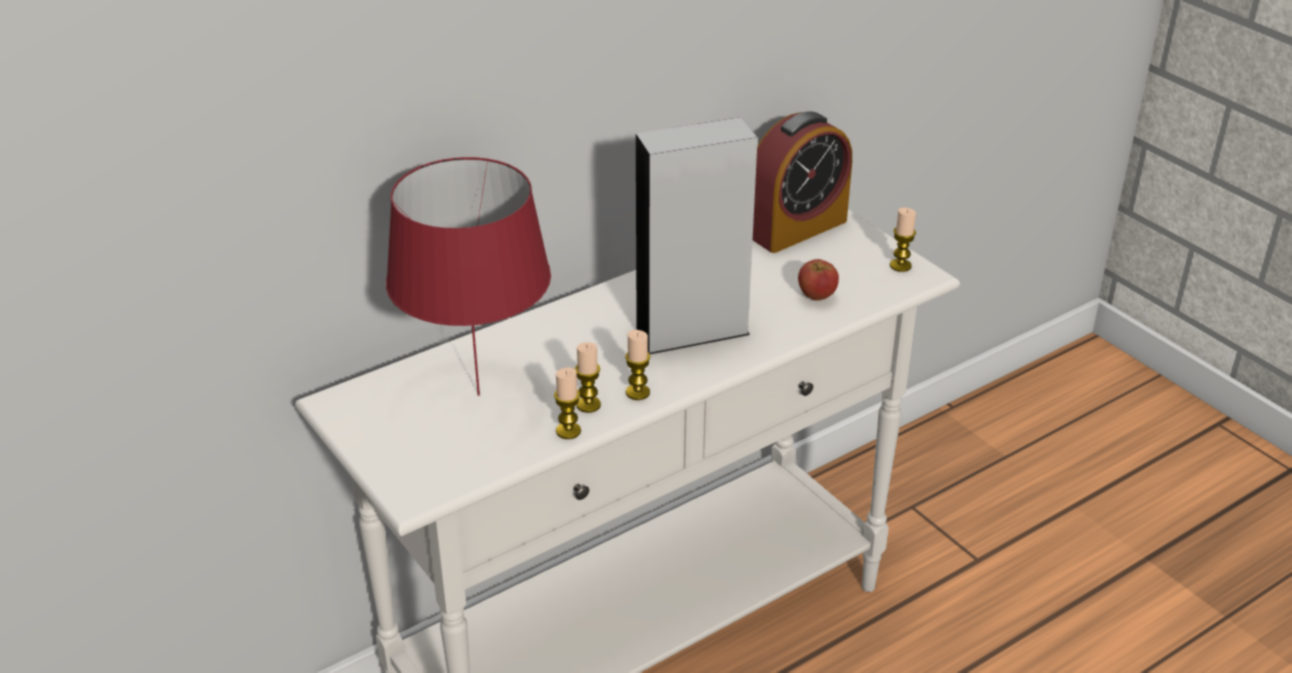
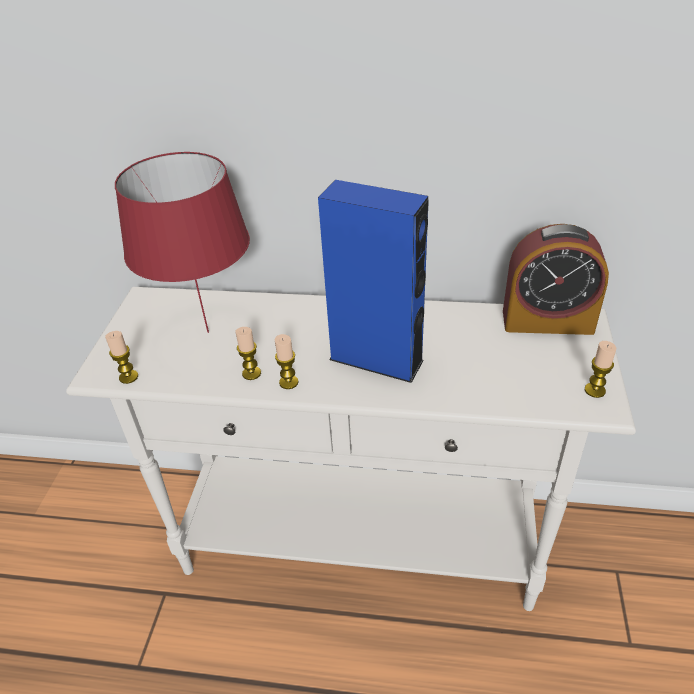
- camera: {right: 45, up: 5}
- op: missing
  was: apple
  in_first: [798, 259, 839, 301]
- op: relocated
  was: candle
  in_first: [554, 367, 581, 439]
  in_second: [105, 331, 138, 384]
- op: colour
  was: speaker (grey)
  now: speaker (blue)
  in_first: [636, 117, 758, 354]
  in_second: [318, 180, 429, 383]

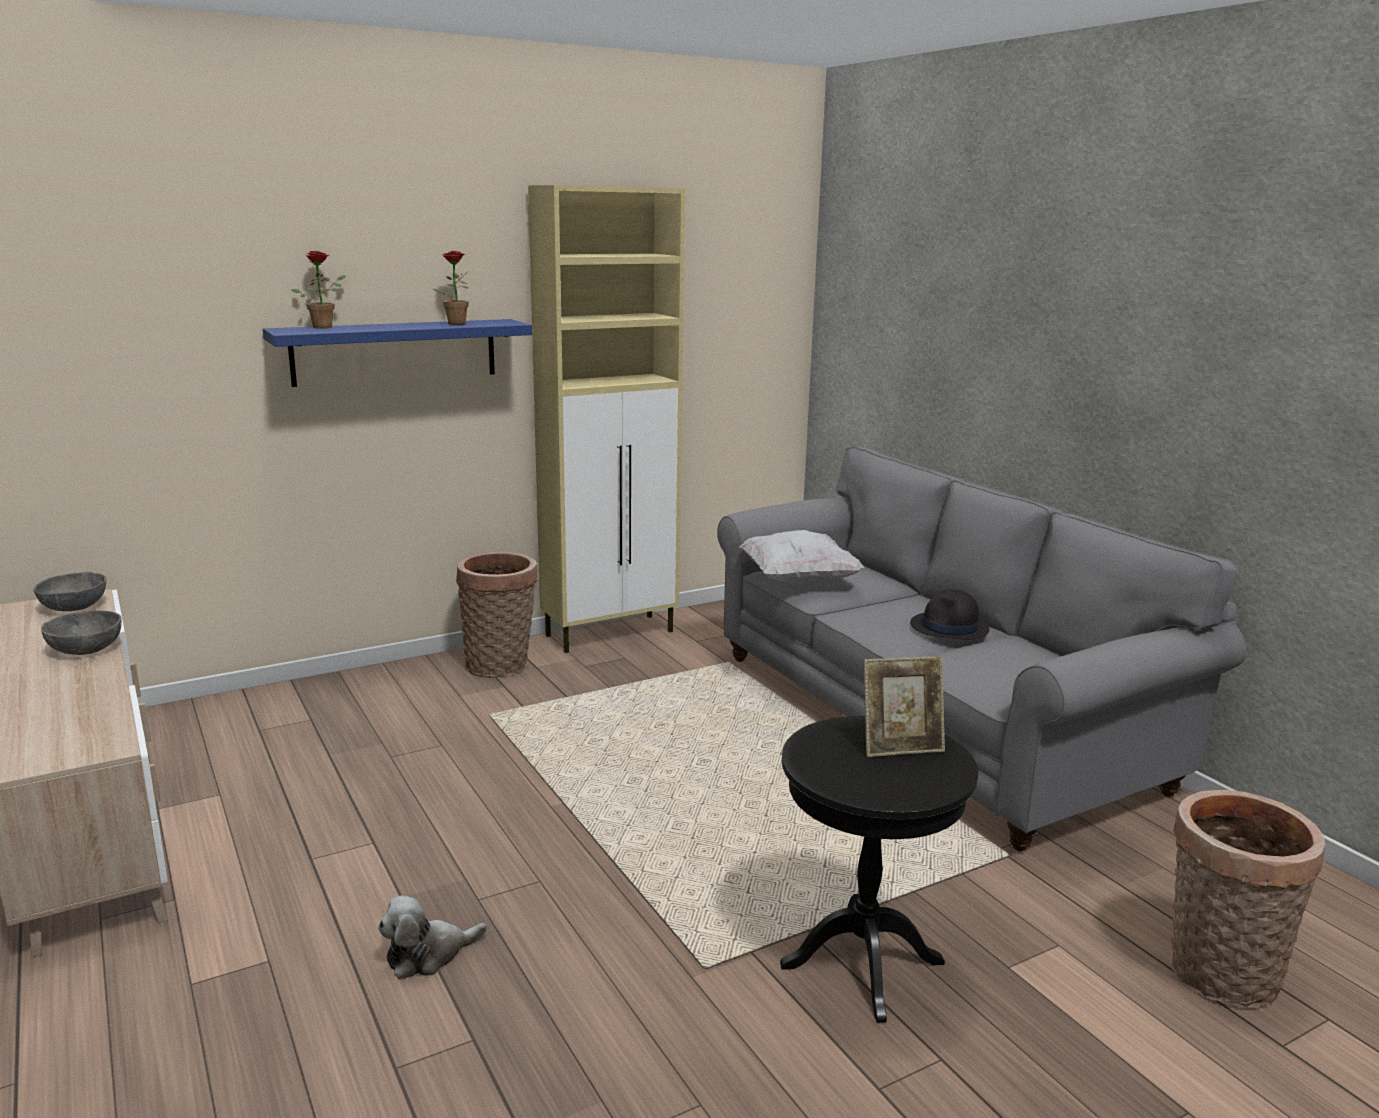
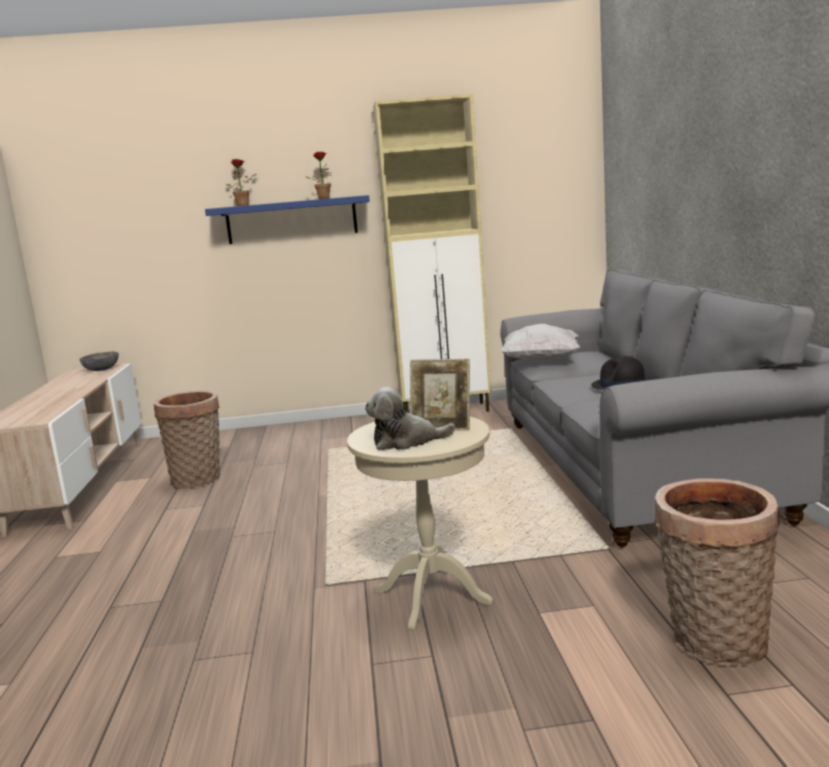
- camera: {right: 25, up: -5}
- op: missing
  was: bowl (grey)
  in_first: [41, 610, 122, 655]
- op: relocated
  was: plush toy
  in_first: [378, 896, 487, 979]
  in_second: [365, 387, 455, 450]
- op: relocated
  was: basket
  in_first: [456, 552, 538, 678]
  in_second: [154, 391, 221, 489]
- op: colour
  was: side table (black)
  now: side table (beige)
  in_first: [780, 716, 979, 1023]
  in_second: [347, 417, 493, 630]

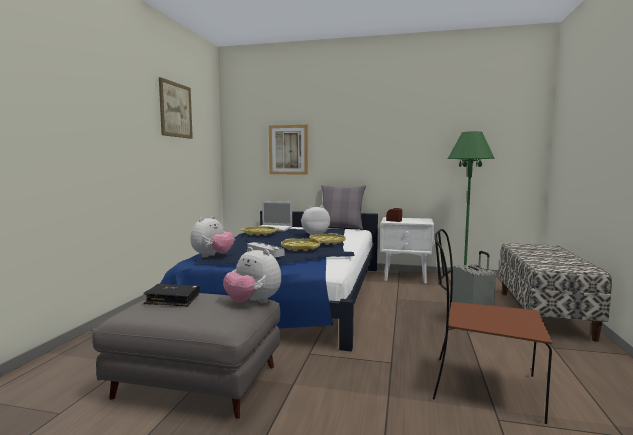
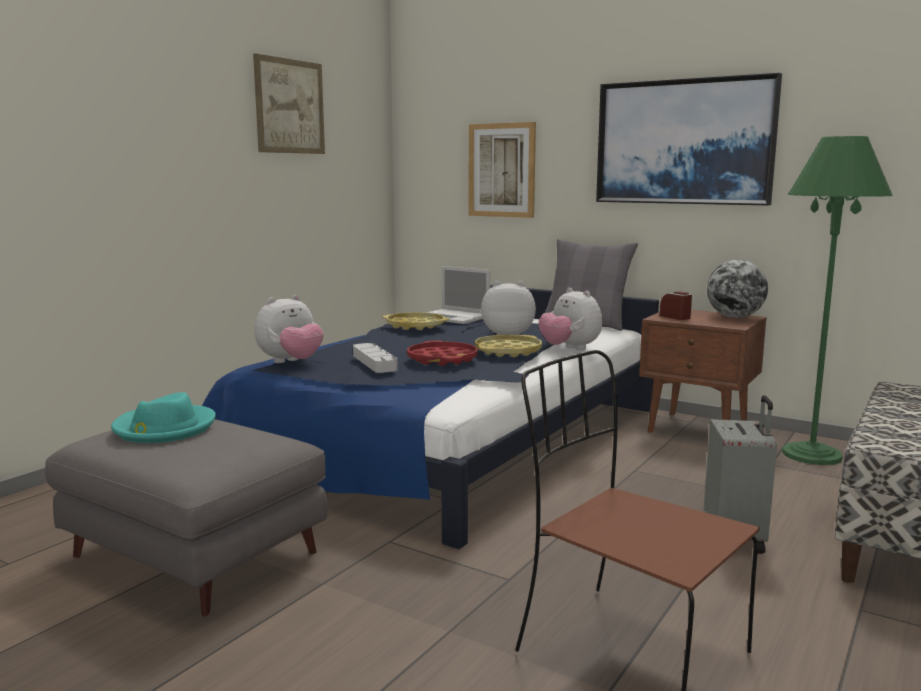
- camera: {right: 20, up: 5}
- op: appeared
  now: picture
  in_second: [596, 73, 782, 205]
- op: appeared
  now: globe
  in_second: [707, 260, 768, 318]
- op: relocated
  was: plush toy
  in_first: [223, 247, 281, 303]
  in_second: [539, 288, 602, 350]
- op: exchanged
  was: book (black)
  now: hat (turquoise)
  in_first: [143, 284, 200, 307]
  in_second: [111, 392, 216, 443]
- op: colour
  was: tray (yellow)
  now: tray (red)
  in_first: [281, 239, 321, 251]
  in_second: [407, 340, 478, 366]
- op: colour
  was: nightstand (white)
  now: nightstand (brown)
  in_first: [380, 217, 434, 283]
  in_second: [639, 310, 767, 433]

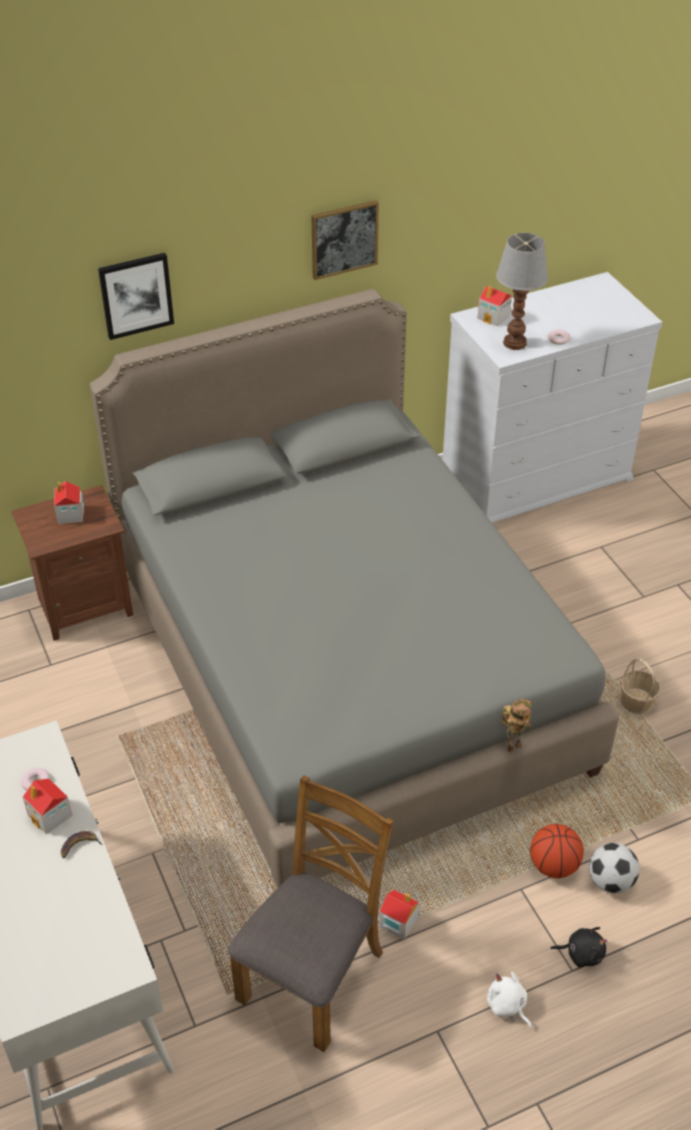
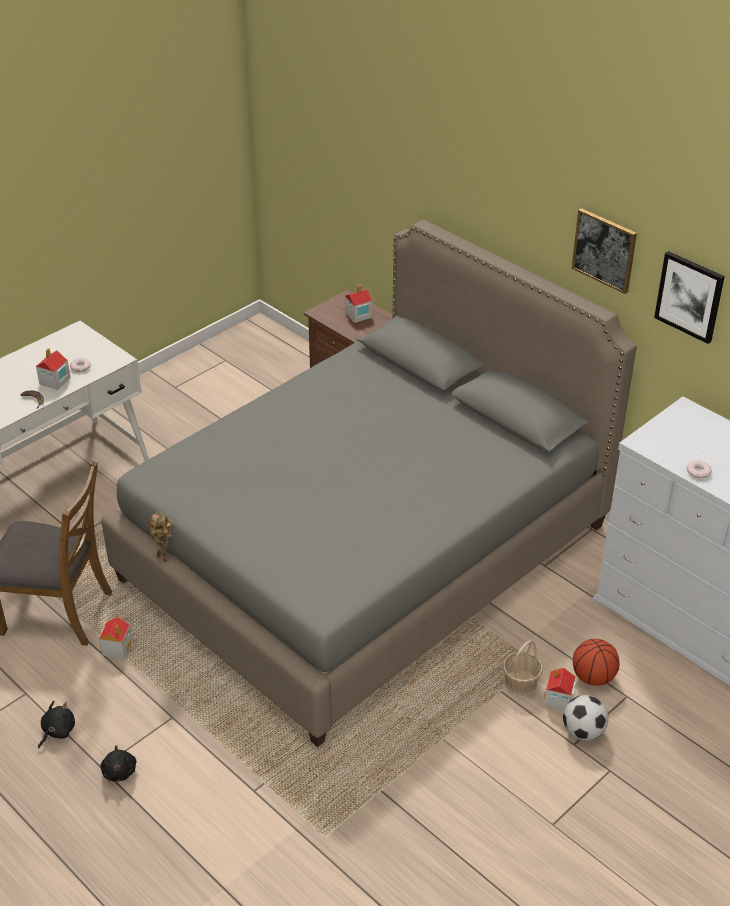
- camera: {right: 70, up: -5}
- op: missing
  was: table lamp
  in_first: [496, 233, 548, 350]
- op: relocated
  was: picture
  in_first: [98, 253, 174, 340]
  in_second: [654, 251, 725, 344]
- op: relocated
  was: toy house
  in_first: [478, 286, 512, 327]
  in_second: [544, 667, 576, 710]
- op: relocated
  was: toy robot
  in_first: [502, 699, 533, 753]
  in_second: [147, 512, 173, 562]
- op: relocated
  was: basketball
  in_first: [530, 824, 584, 878]
  in_second: [573, 639, 619, 686]
- op: relocated
  was: football
  in_first: [589, 843, 639, 894]
  in_second: [563, 695, 608, 741]
- op: relocated
  was: basket
  in_first: [620, 658, 661, 714]
  in_second: [503, 640, 543, 696]
- op: colour
  was: plush toy (white)
  now: plush toy (black)
  in_first: [487, 972, 531, 1029]
  in_second: [38, 701, 75, 749]

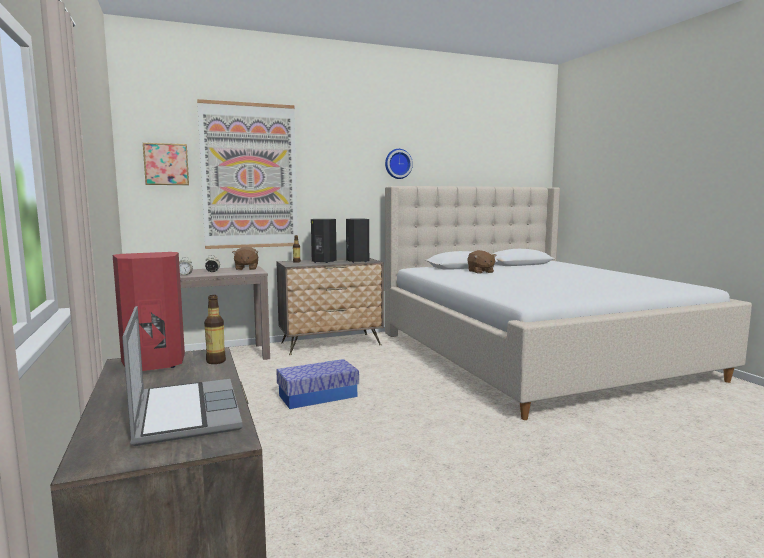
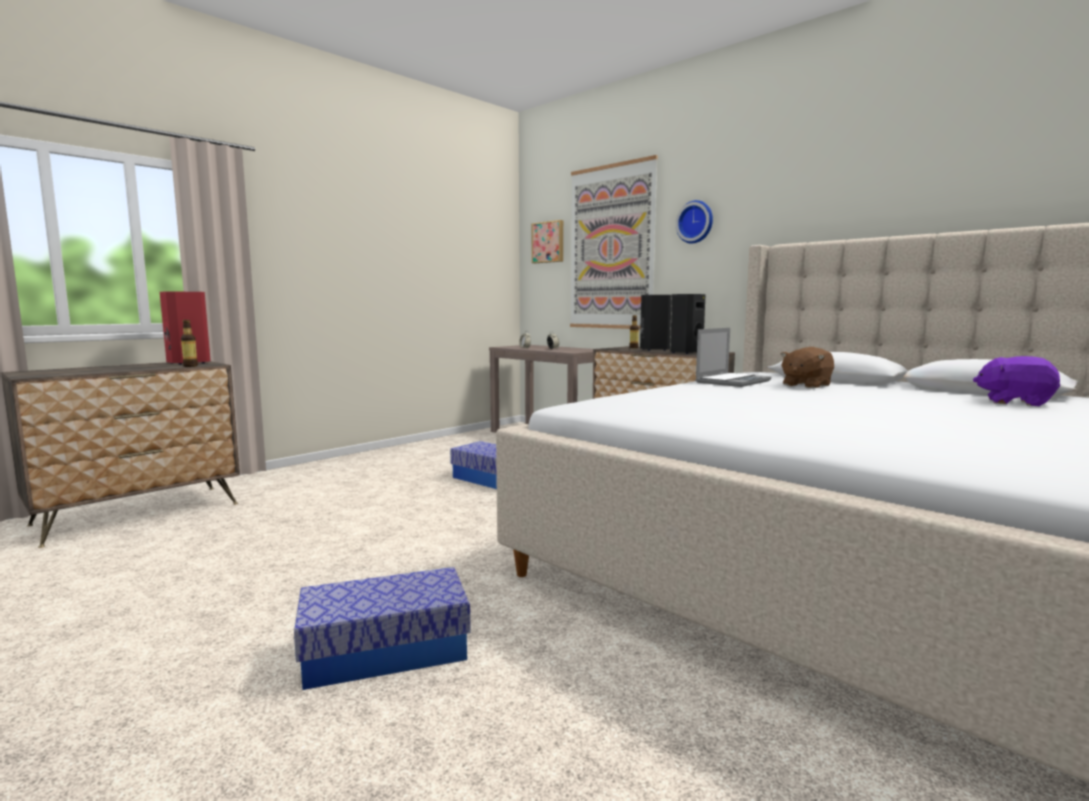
- camera: {right: 65, up: 0}
- op: missing
  was: plush toy (brown)
  in_first: [232, 247, 258, 270]
- op: appeared
  now: storage box
  in_second: [294, 567, 471, 690]
- op: appeared
  now: plush toy (purple)
  in_second: [973, 356, 1060, 406]
- op: relocated
  was: laptop
  in_first: [122, 306, 243, 446]
  in_second: [695, 328, 771, 387]
- op: relocated
  was: wall clock
  in_first: [385, 149, 413, 179]
  in_second: [675, 200, 713, 244]

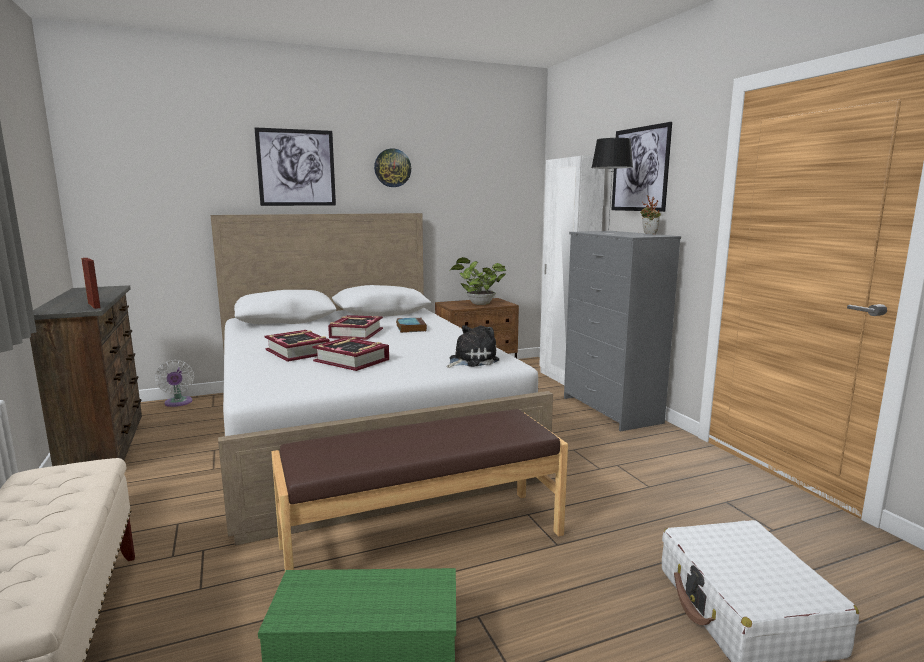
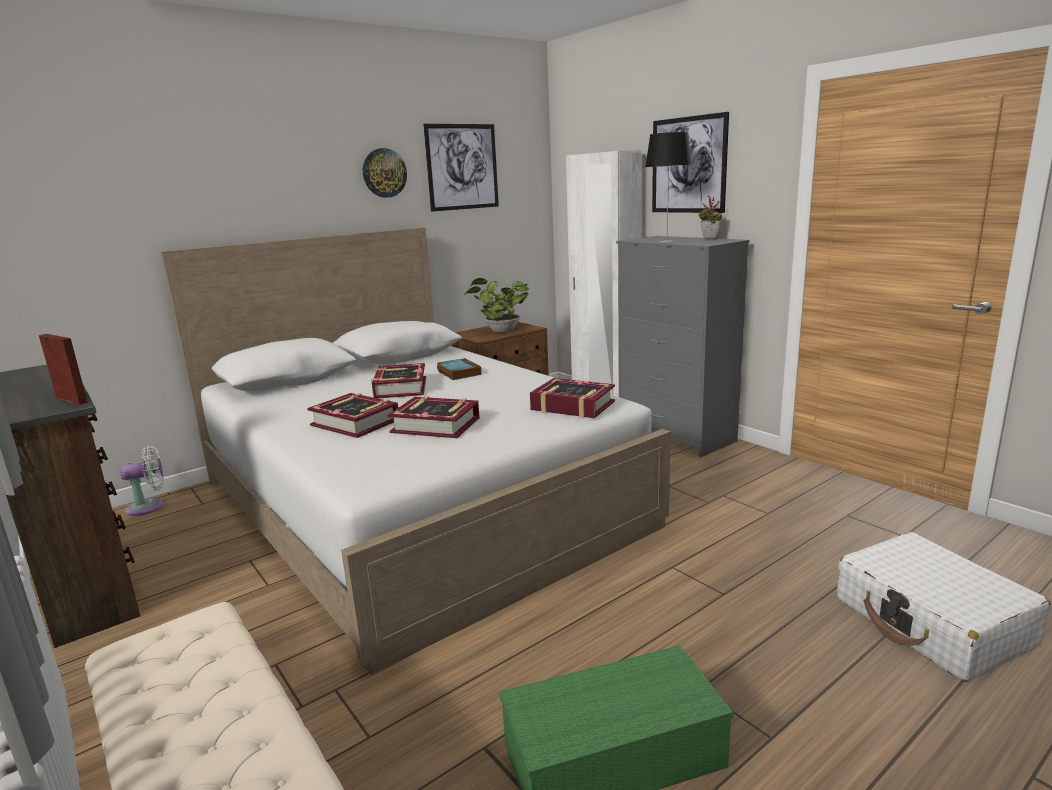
- camera: {right: -15, up: 5}
- op: missing
  was: bench (brown)
  in_first: [271, 409, 568, 571]
- op: relocated
  was: picture
  in_first: [254, 127, 336, 206]
  in_second: [423, 124, 499, 212]
- op: exchanged
  was: plush toy
  now: book
  in_first: [446, 325, 499, 368]
  in_second: [530, 378, 615, 418]
- op: spun
  was: fan (white)
  in_first: [155, 360, 194, 407]
  in_second: [120, 446, 164, 516]
  clockwise: -75

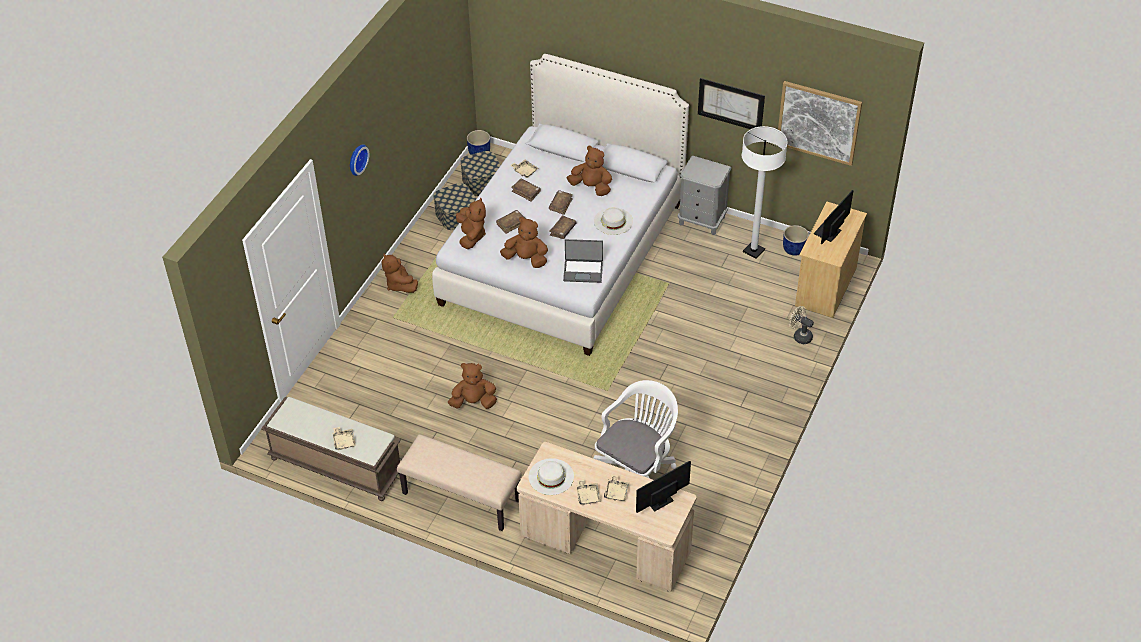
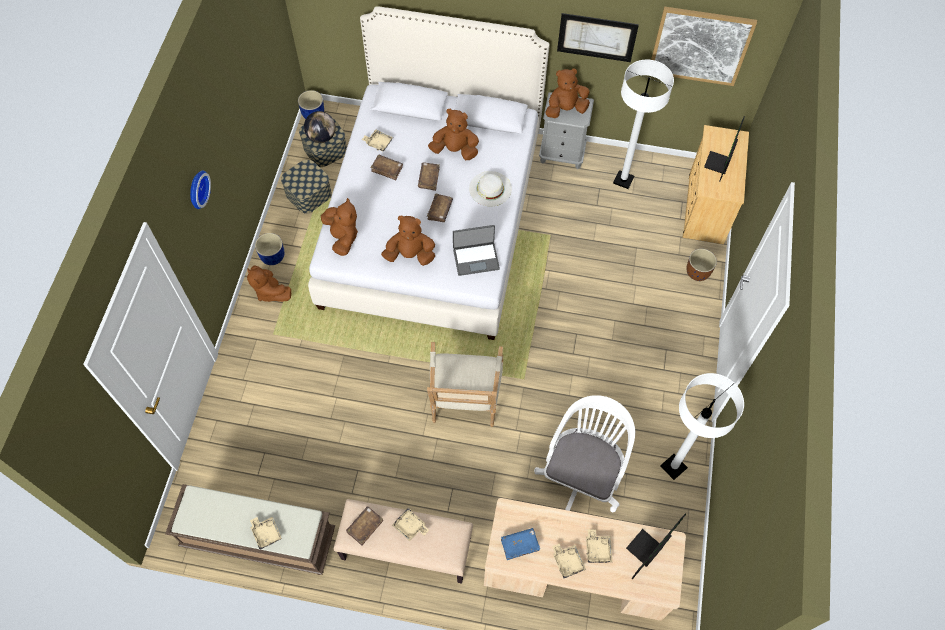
- camera: {right: -15, up: 15}
- op: appeared
  now: globe
  in_second: [304, 111, 336, 143]
- op: appeared
  now: tray (beige)
  in_second: [392, 508, 429, 541]
- op: appeared
  now: armchair
  in_second: [427, 342, 503, 427]
- op: appeared
  now: floor lamp (white)
  in_second: [660, 373, 744, 480]
- op: relocated
  was: plush toy (brown)
  in_first: [448, 363, 497, 409]
  in_second: [545, 68, 590, 118]
- op: relocated
  was: book (brown)
  in_first: [496, 210, 526, 234]
  in_second: [346, 506, 383, 545]
- op: relocated
  was: planter (blue)
  in_first: [783, 225, 809, 256]
  in_second: [255, 233, 284, 265]
- op: exchanged
  was: hat (white)
  now: book (blue)
  in_first: [529, 458, 574, 495]
  in_second: [501, 528, 540, 560]
- op: exchanged
  was: fan (beige)
  now: planter (brown)
  in_first: [789, 306, 814, 344]
  in_second: [686, 249, 717, 281]

